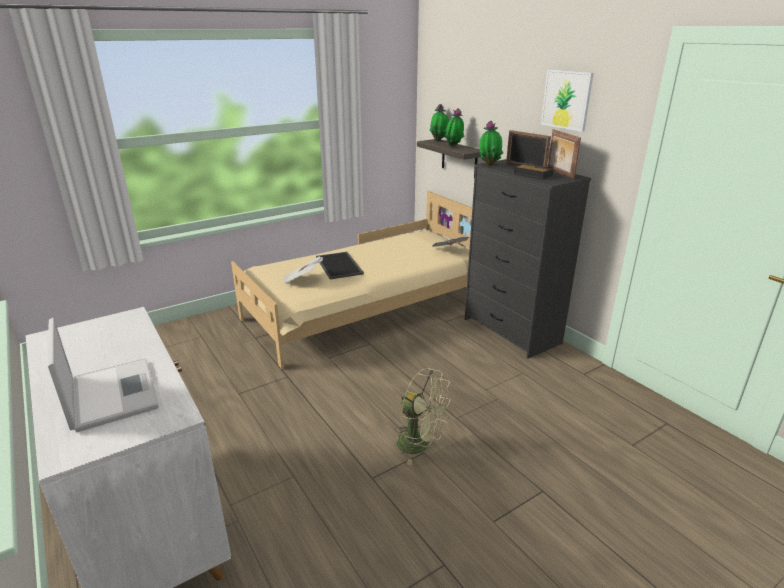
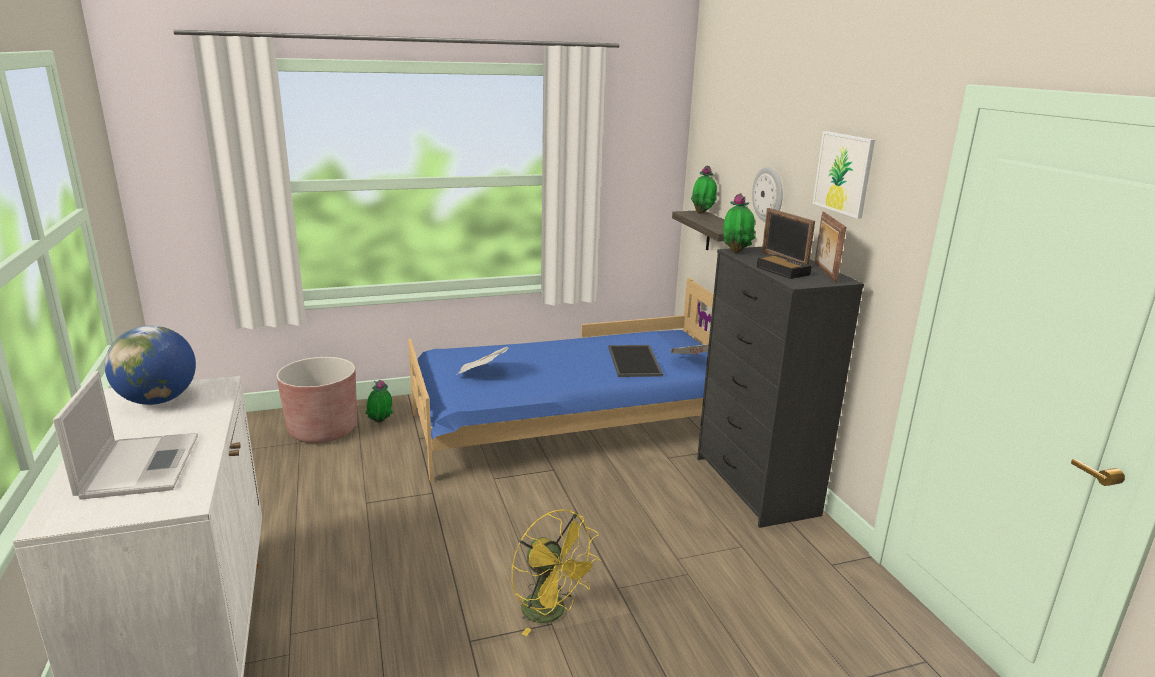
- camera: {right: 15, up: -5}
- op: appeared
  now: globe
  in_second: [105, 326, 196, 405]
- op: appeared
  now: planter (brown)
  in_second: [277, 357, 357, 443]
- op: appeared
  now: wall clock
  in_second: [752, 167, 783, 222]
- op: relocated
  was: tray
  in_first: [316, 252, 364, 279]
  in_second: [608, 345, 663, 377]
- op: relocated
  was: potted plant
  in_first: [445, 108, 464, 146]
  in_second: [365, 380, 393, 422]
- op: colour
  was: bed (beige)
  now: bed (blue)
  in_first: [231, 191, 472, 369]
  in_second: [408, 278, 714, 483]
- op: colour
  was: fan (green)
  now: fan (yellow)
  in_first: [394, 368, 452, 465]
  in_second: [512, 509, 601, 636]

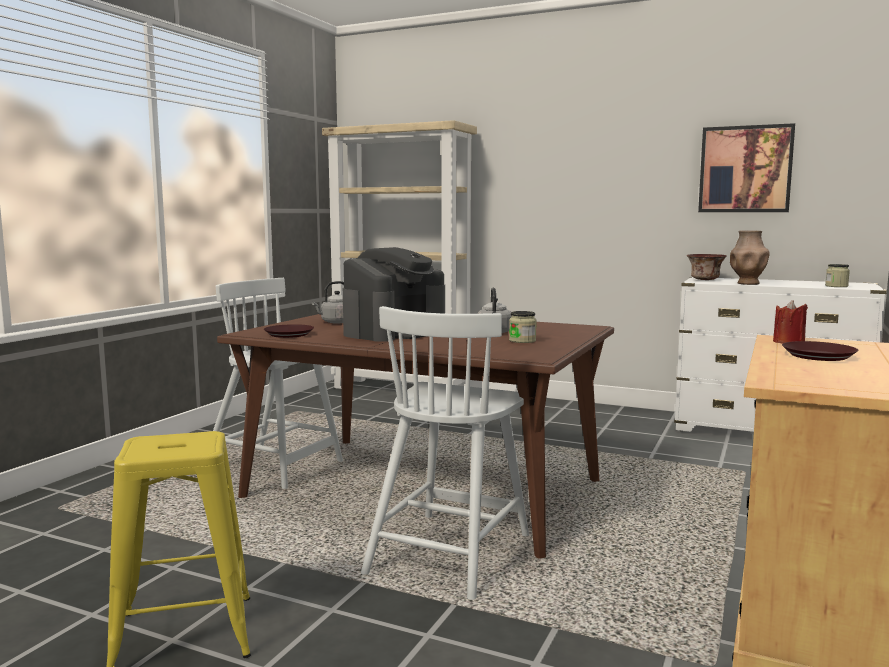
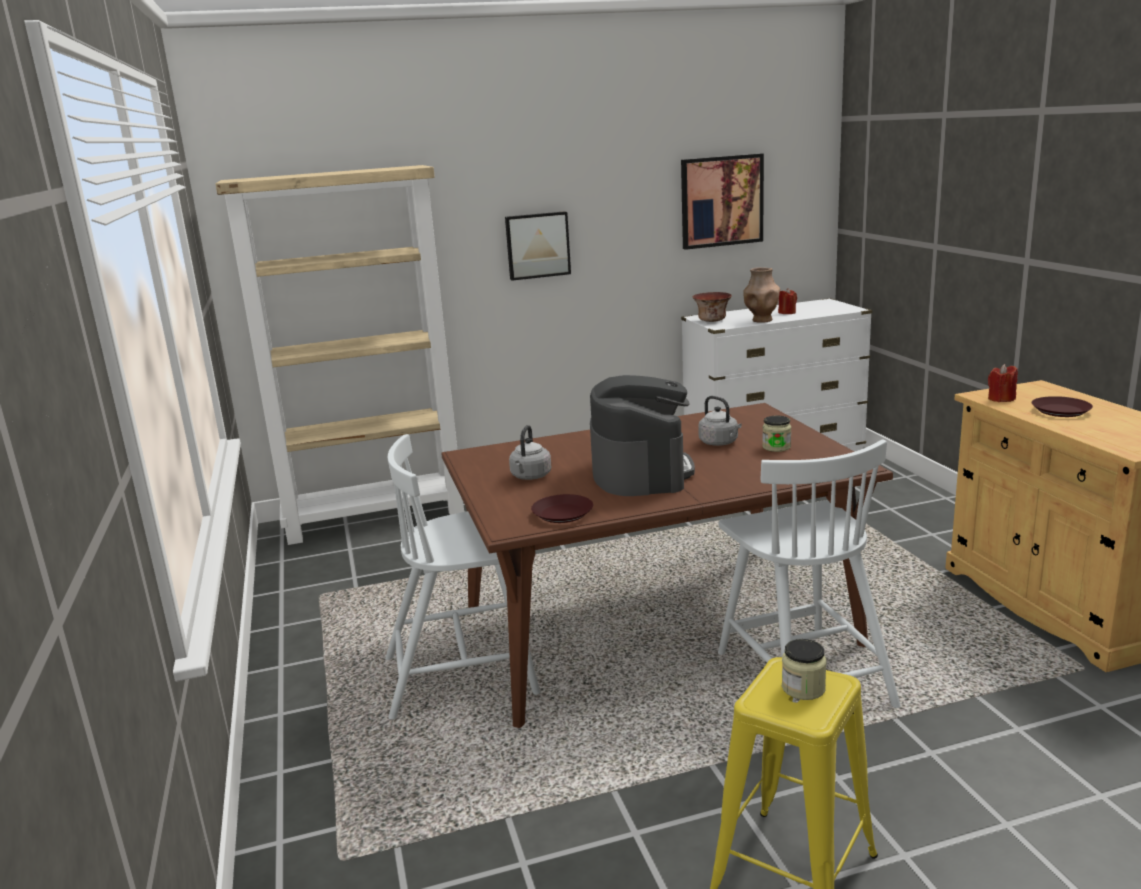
- camera: {right: -40, up: 10}
- op: appeared
  now: picture
  in_second: [505, 211, 571, 281]
- op: appeared
  now: candle (red)
  in_second: [778, 288, 797, 314]
- op: relocated
  was: jar
  in_first: [825, 264, 850, 287]
  in_second: [782, 639, 827, 700]

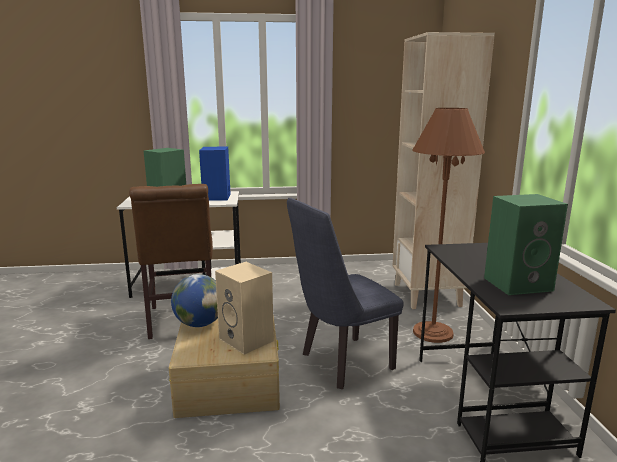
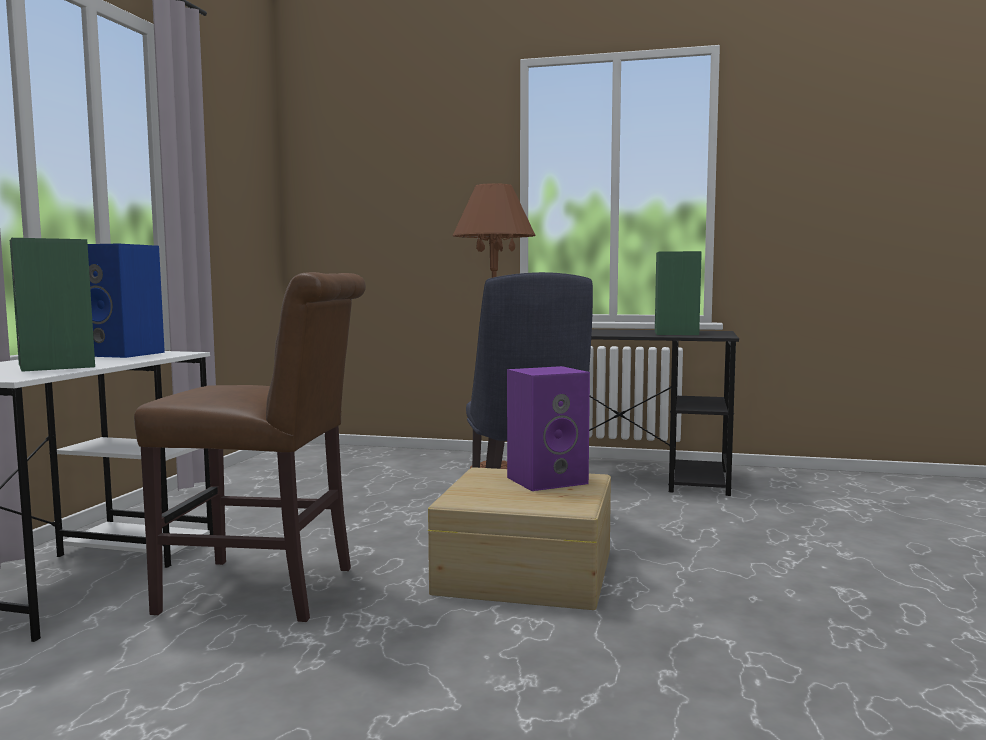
- camera: {right: -70, up: -10}
- op: missing
  was: globe
  in_first: [171, 274, 218, 327]
- op: missing
  was: bookcase (beige)
  in_first: [392, 32, 495, 309]
- op: colour
  was: speaker (beige)
  now: speaker (purple)
  in_first: [215, 262, 274, 355]
  in_second: [507, 366, 590, 491]

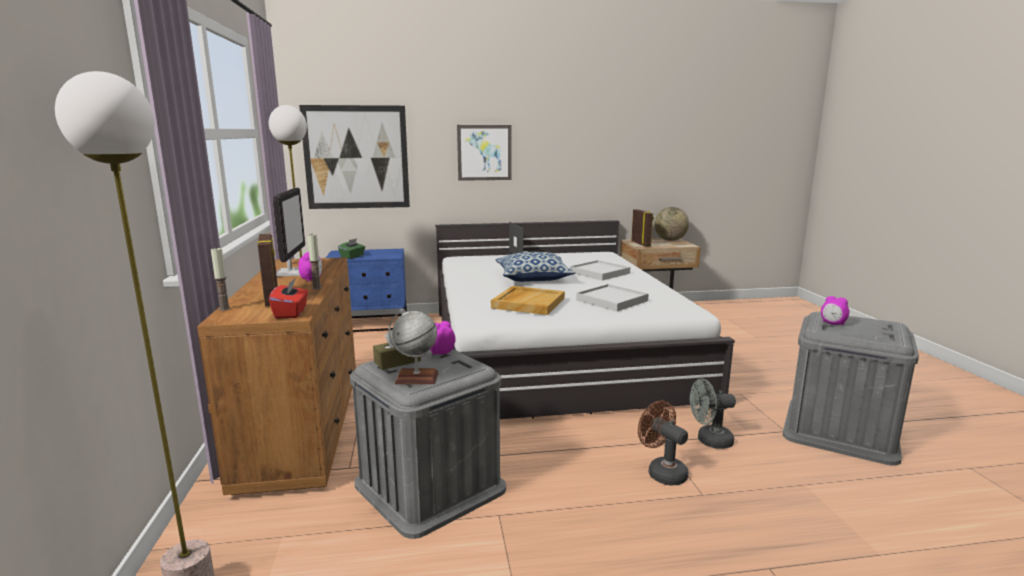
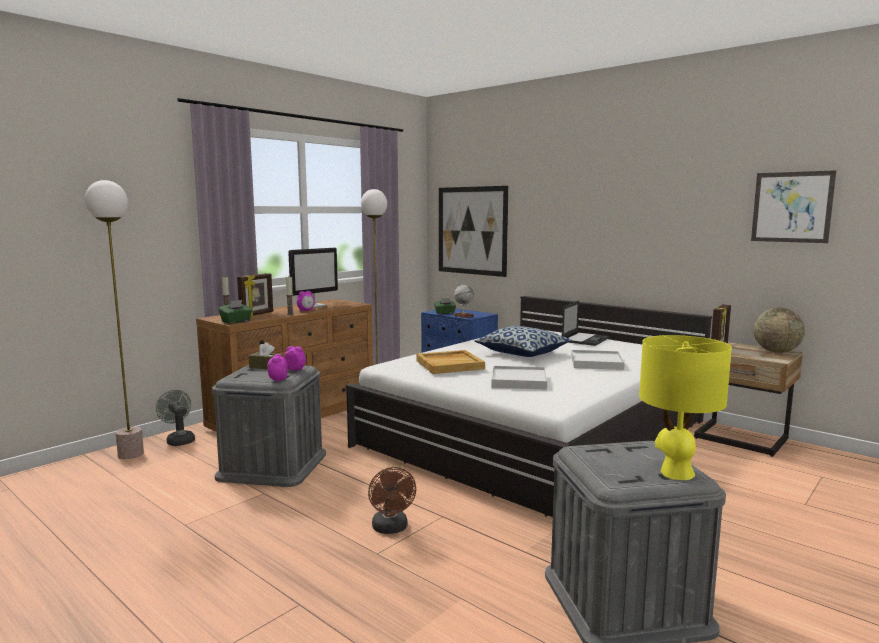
- camera: {right: 50, up: -5}
- op: appeared
  now: table lamp (yellow)
  in_second: [639, 335, 732, 480]
- op: relocated
  was: globe
  in_first: [388, 309, 439, 384]
  in_second: [453, 283, 474, 318]
- op: relocated
  was: picture
  in_first: [457, 125, 511, 181]
  in_second: [751, 170, 836, 243]
- op: relocated
  was: fan (grey)
  in_first: [690, 378, 736, 449]
  in_second: [156, 390, 195, 446]
- op: relocated
  was: alarm clock
  in_first: [821, 296, 849, 325]
  in_second: [267, 354, 288, 382]
- op: colour
  was: tissue box (red)
  now: tissue box (green)
  in_first: [269, 278, 308, 319]
  in_second: [218, 300, 252, 324]
- op: spun
  was: fan (brown)
  in_first: [638, 401, 688, 485]
  in_second: [368, 467, 416, 534]
  clockwise: 150

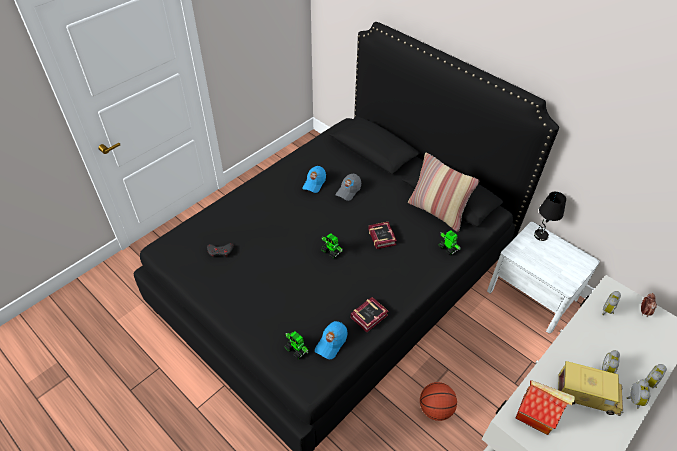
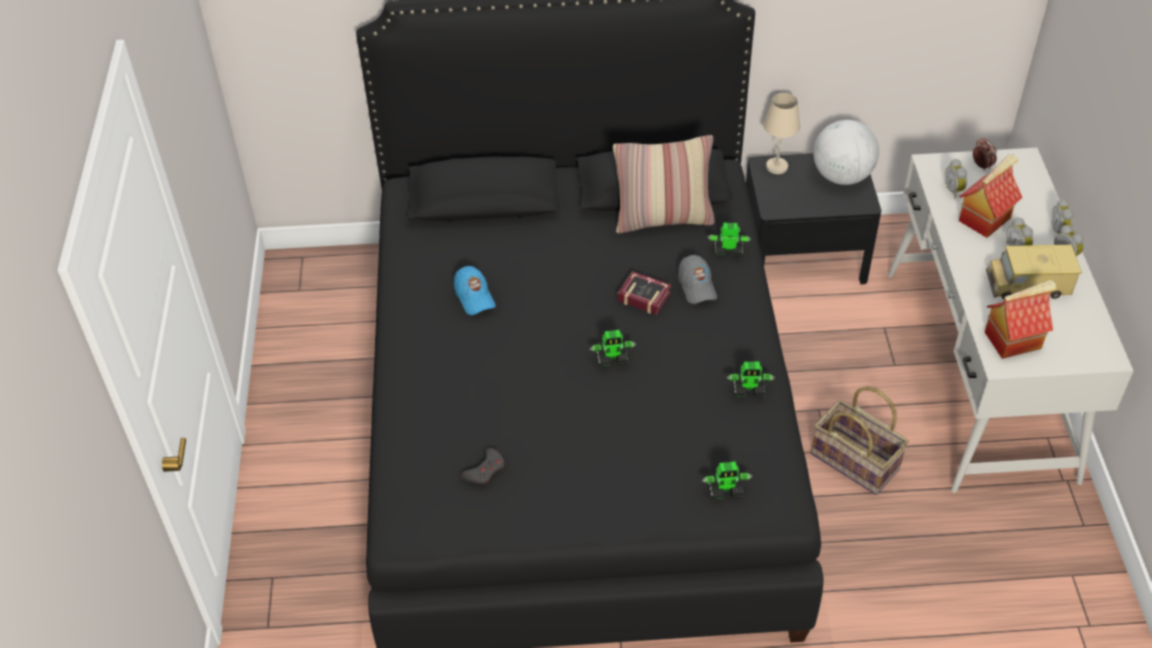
- camera: {right: -45, up: 0}
- op: missing
  was: cap (blue)
  in_first: [315, 321, 348, 359]
- op: appeared
  now: globe
  in_second: [813, 120, 879, 185]
- op: appeared
  now: toy house
  in_second: [959, 154, 1022, 238]
- op: relocated
  was: cap (grey)
  in_first: [335, 174, 361, 201]
  in_second: [678, 255, 717, 304]
- op: exchanged
  was: book
  now: toy robot
  in_first: [351, 297, 388, 332]
  in_second: [727, 362, 775, 397]
- op: exchanged
  was: basketball
  now: basket
  in_first: [420, 382, 457, 421]
  in_second: [811, 386, 909, 495]
- op: colour
  was: nightstand (white)
  now: nightstand (black)
  in_first: [487, 222, 600, 334]
  in_second: [746, 153, 881, 284]
- op: colour
  was: table lamp (black)
  now: table lamp (beige)
  in_first: [534, 192, 566, 241]
  in_second: [763, 93, 800, 174]
- op: spun
  was: toy truck
  in_first: [558, 361, 624, 416]
  in_second: [986, 245, 1082, 300]
  clockwise: -150

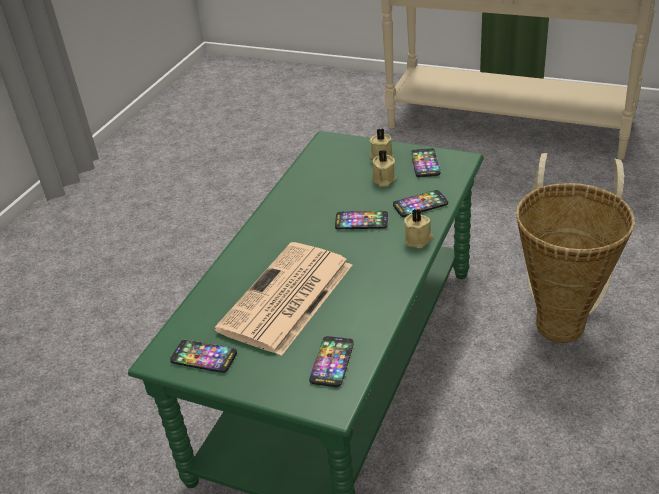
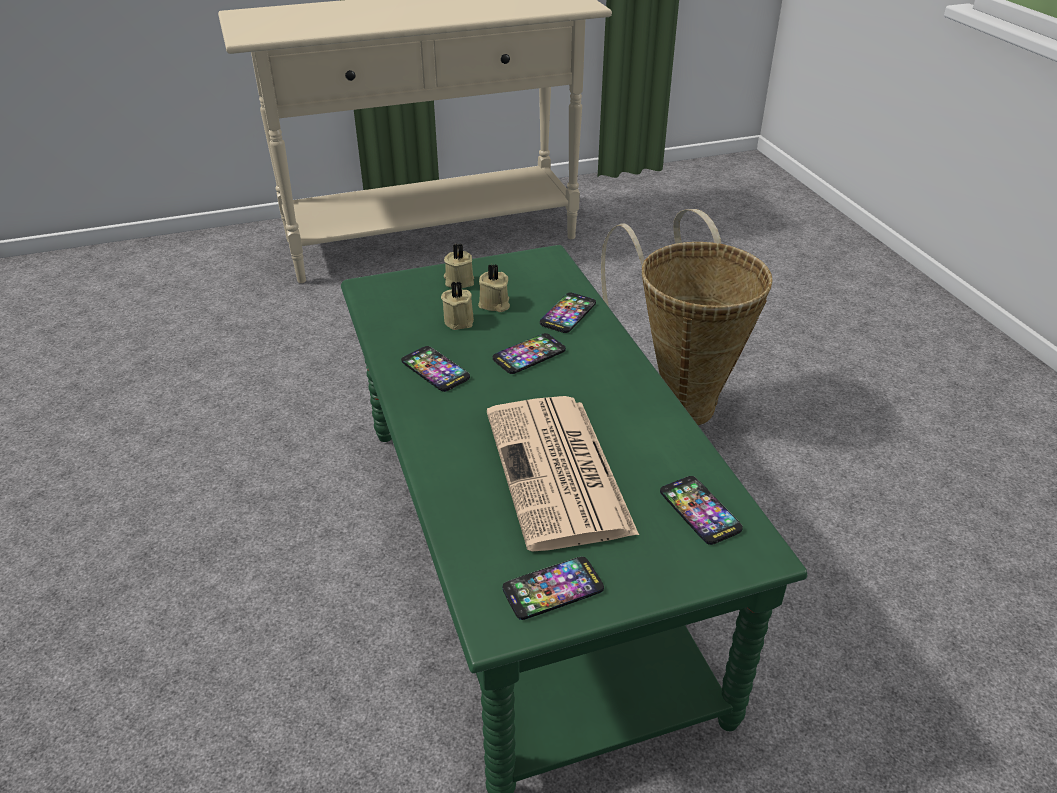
- camera: {right: -45, up: 0}
- op: relocated
  was: candle (beige)
  in_first: [404, 209, 433, 248]
  in_second: [441, 281, 474, 330]
- op: relocated
  was: phone
  in_first: [411, 148, 440, 177]
  in_second: [401, 346, 470, 392]

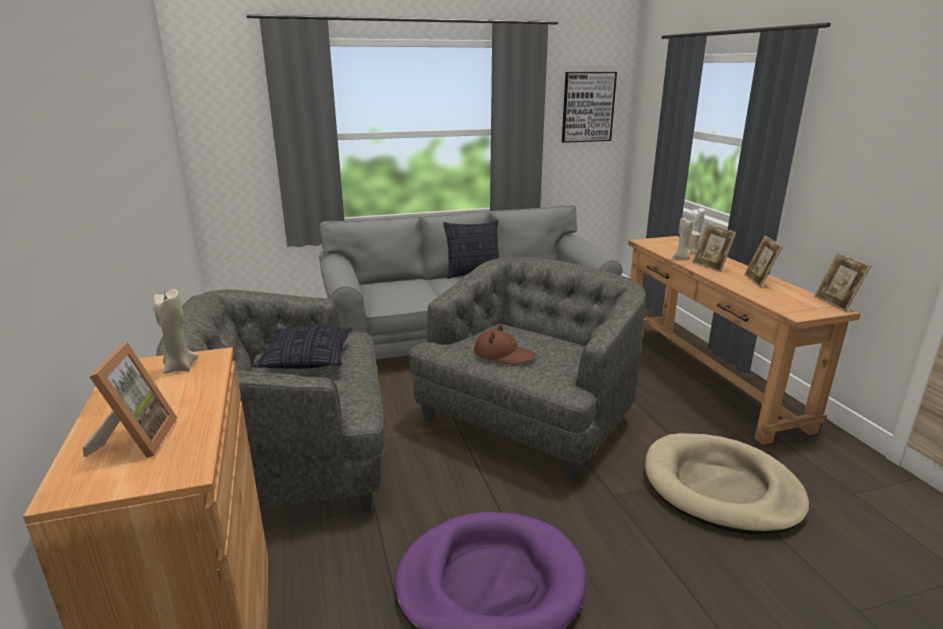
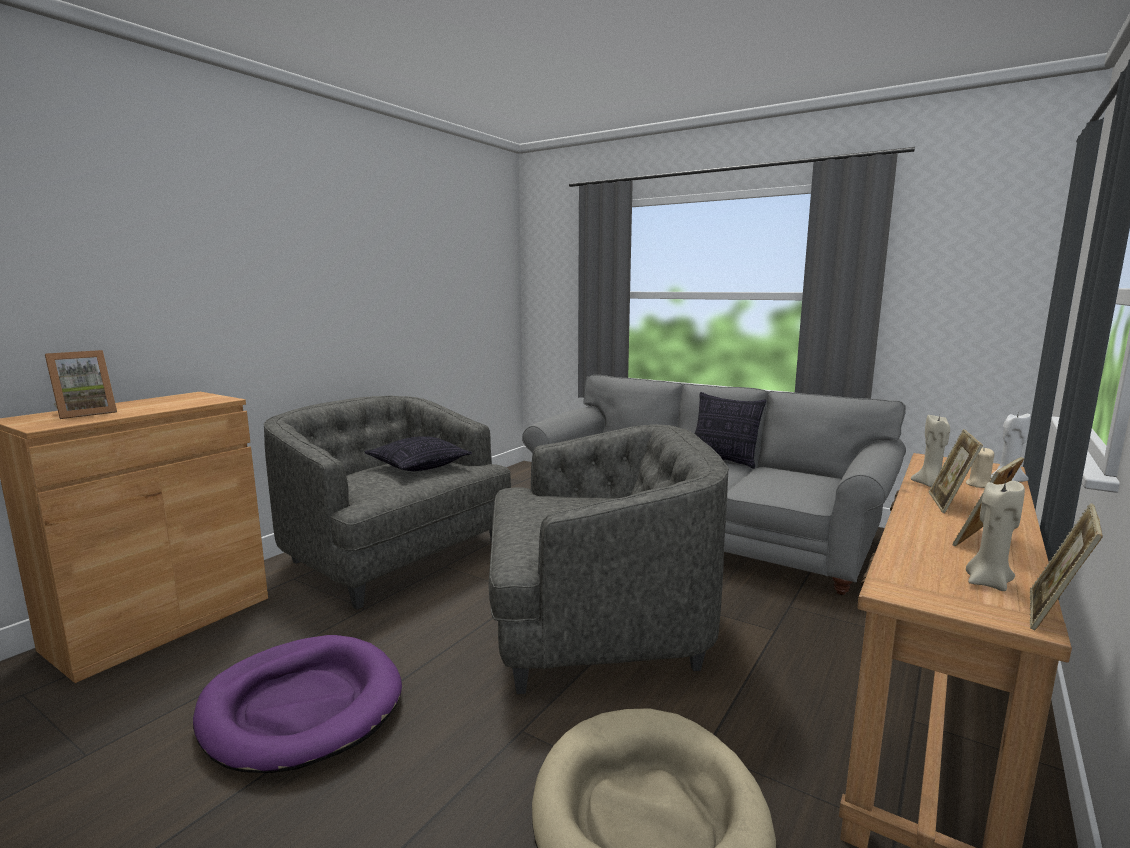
- camera: {right: 50, up: -10}
- op: missing
  was: hat (brown)
  in_first: [474, 324, 535, 365]
- op: missing
  was: picture
  in_first: [562, 72, 617, 143]
- op: relocated
  was: candle (beige)
  in_first: [153, 289, 198, 374]
  in_second: [966, 480, 1025, 591]

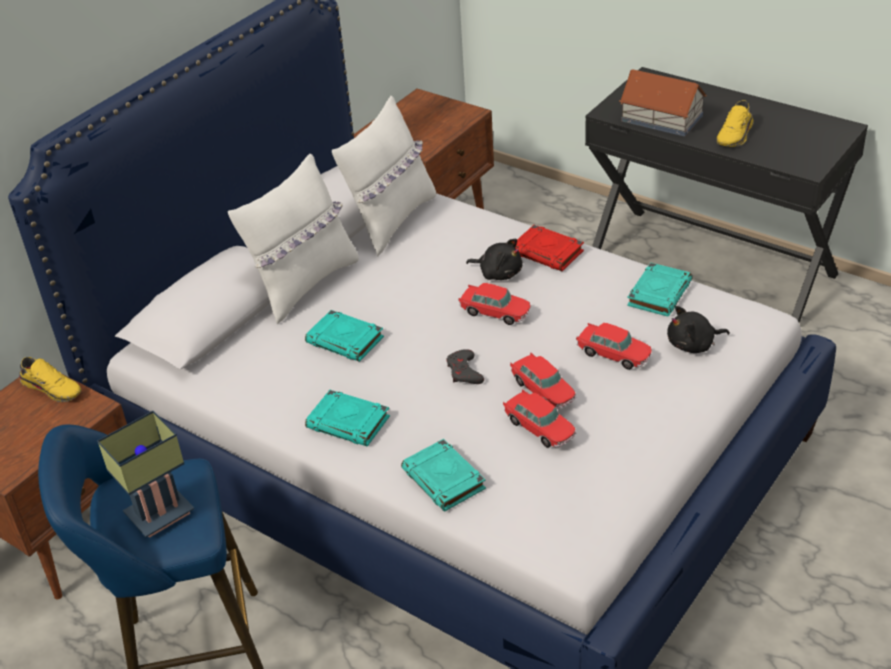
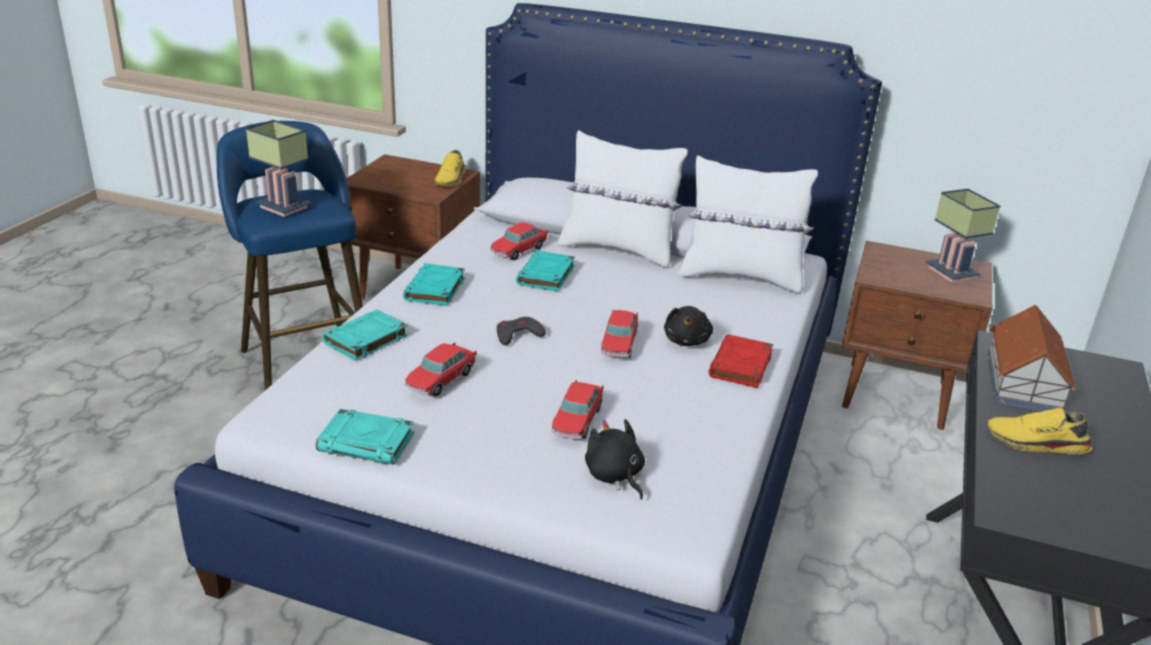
- camera: {right: 70, up: -10}
- op: appeared
  now: table lamp
  in_second: [926, 189, 1000, 282]
- op: relocated
  was: toy car
  in_first: [510, 352, 576, 409]
  in_second: [490, 222, 548, 260]
- op: relocated
  was: book (turquoise)
  in_first: [627, 263, 693, 316]
  in_second: [316, 409, 414, 465]

